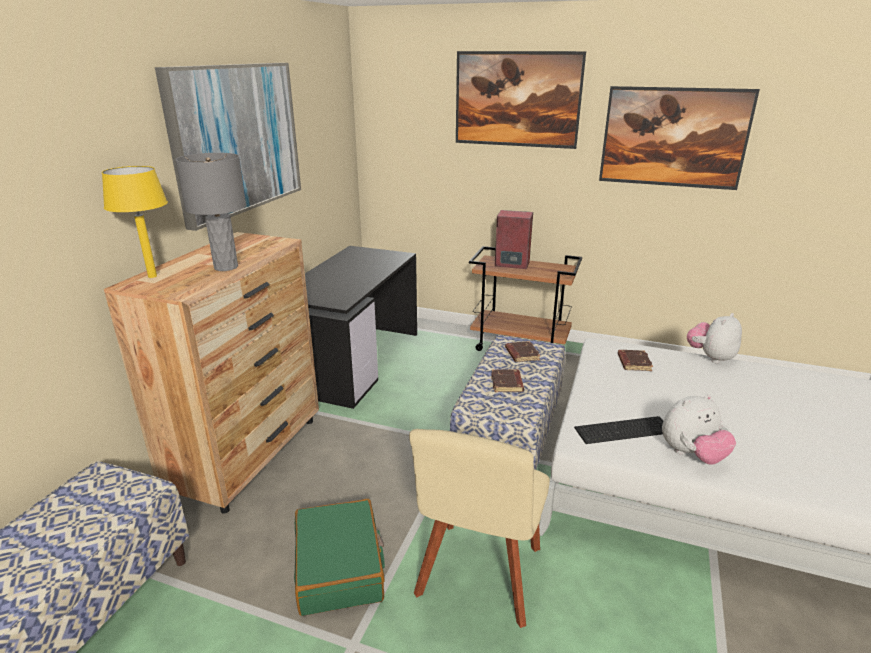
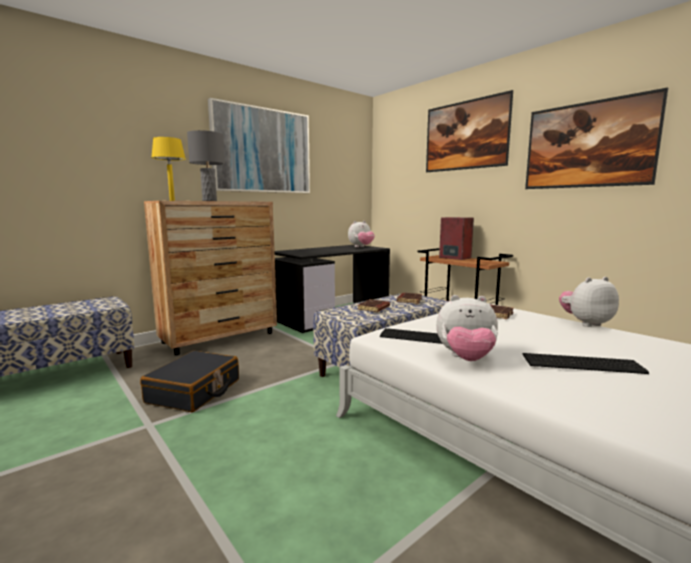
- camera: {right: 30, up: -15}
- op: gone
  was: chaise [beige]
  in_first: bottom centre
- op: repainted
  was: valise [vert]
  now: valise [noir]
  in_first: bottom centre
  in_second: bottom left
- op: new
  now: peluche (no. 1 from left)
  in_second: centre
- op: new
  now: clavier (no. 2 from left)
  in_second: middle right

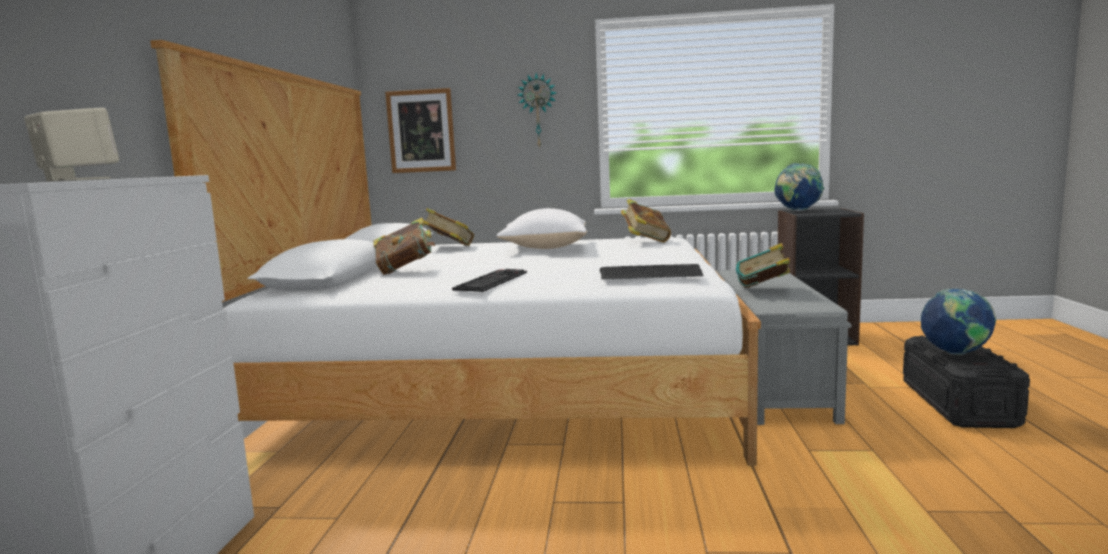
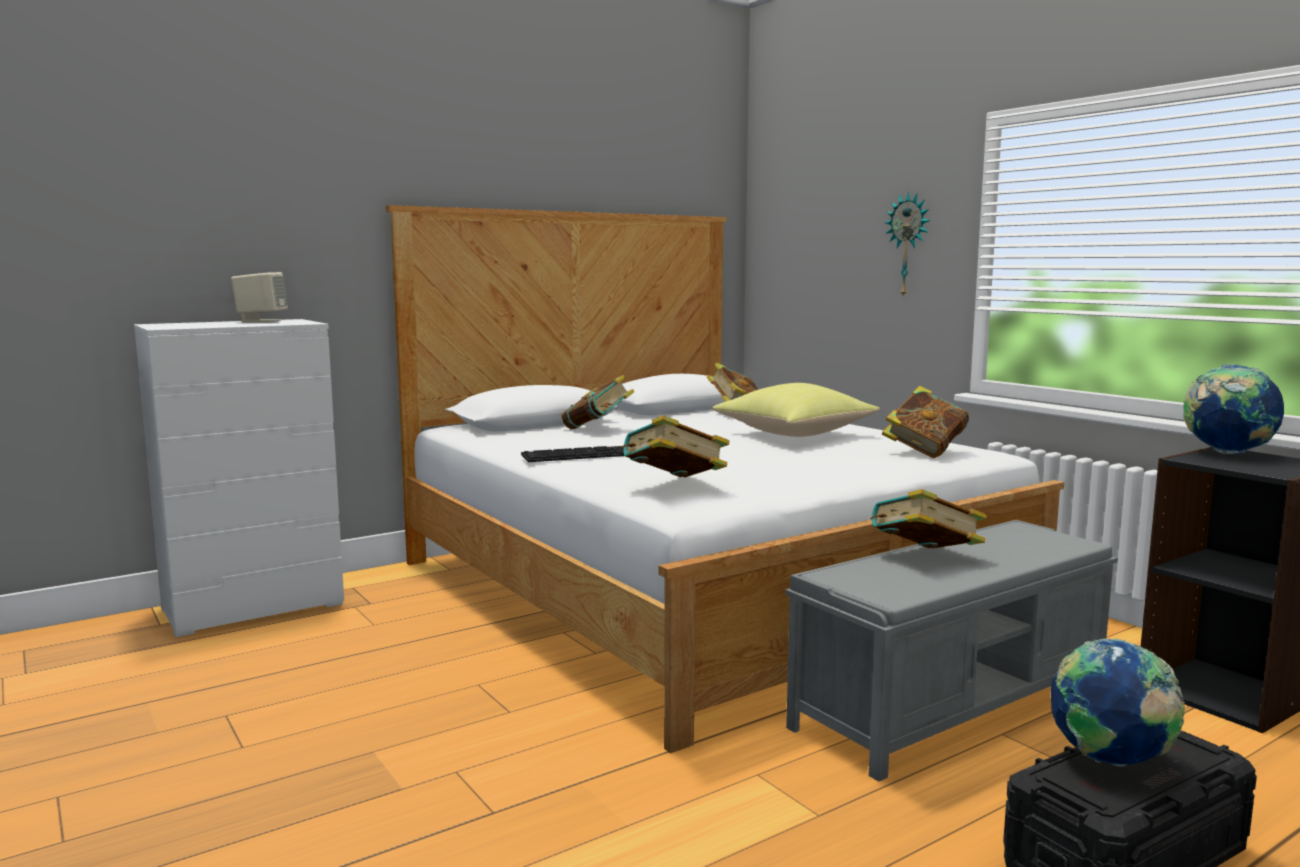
- camera: {right: 50, up: 0}
- op: gone
  was: tableau
  in_first: top centre
- op: repainted
  was: coussin [blanc]
  now: coussin [jaune]
  in_first: centre
  in_second: centre
- op: swapped
  was: clavier (no. 2 from left)
  now: livre (no. 2 from left)
  in_first: centre
  in_second: centre

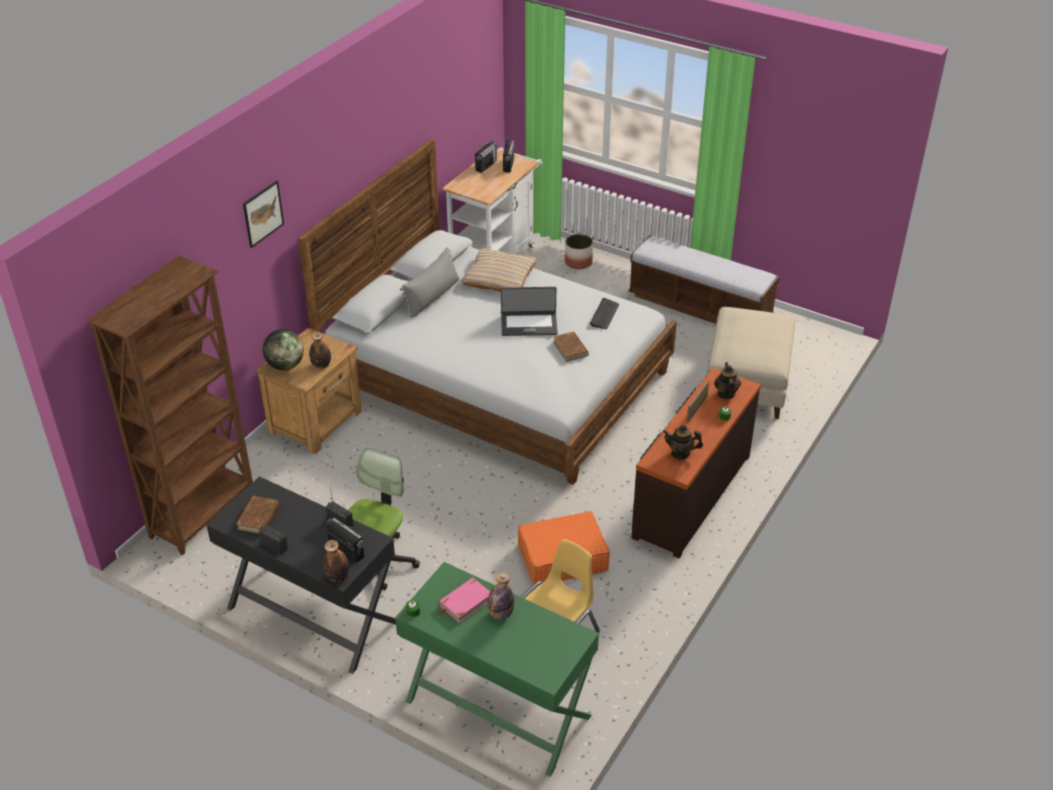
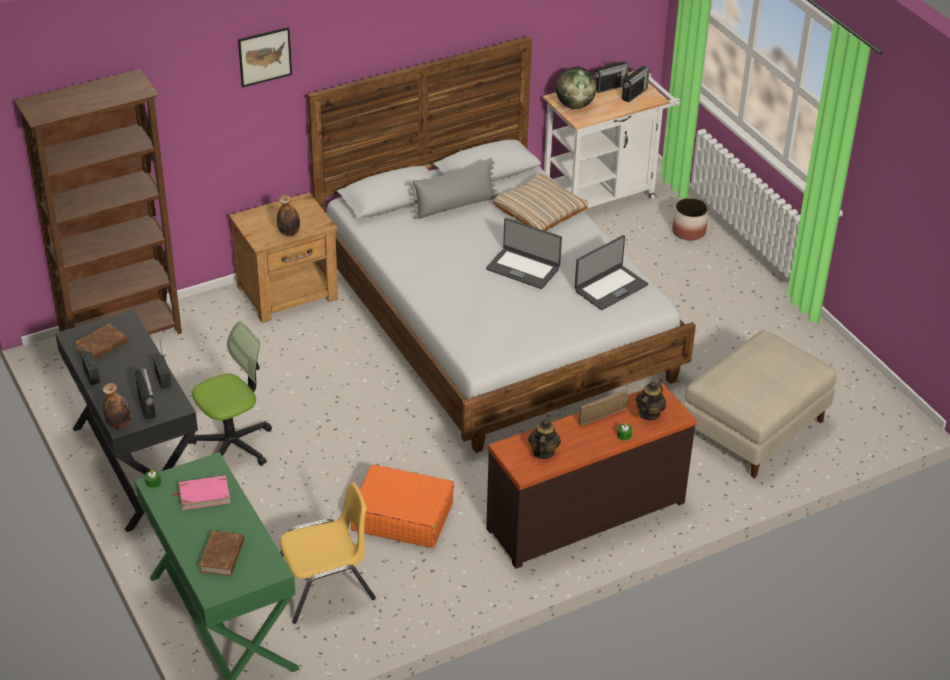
- camera: {right: 30, up: 0}
- op: gone
  was: banc
  in_first: middle right
- op: swapped
  was: clavier
  now: ordinateur portable (no. 2 from left)
  in_first: centre
  in_second: centre
- op: shifted
  was: globe
  in_first: middle left
  in_second: top centre
- op: shifted
  was: livre [marron] (no. 2 from left)
  in_first: centre
  in_second: bottom left
- op: rotated
  was: théière (no. 1 from left)
  in_first: centre
  in_second: centre
  clockwise: 60
- op: gone
  was: bouteille (no. 3 from left)
  in_first: bottom centre

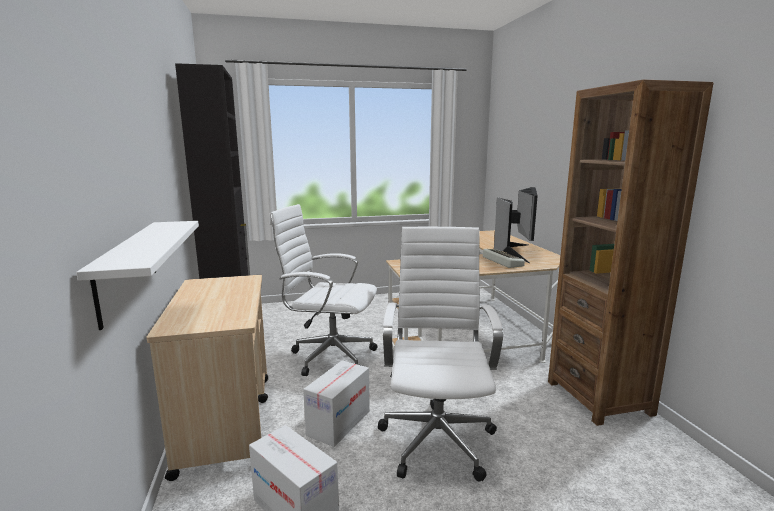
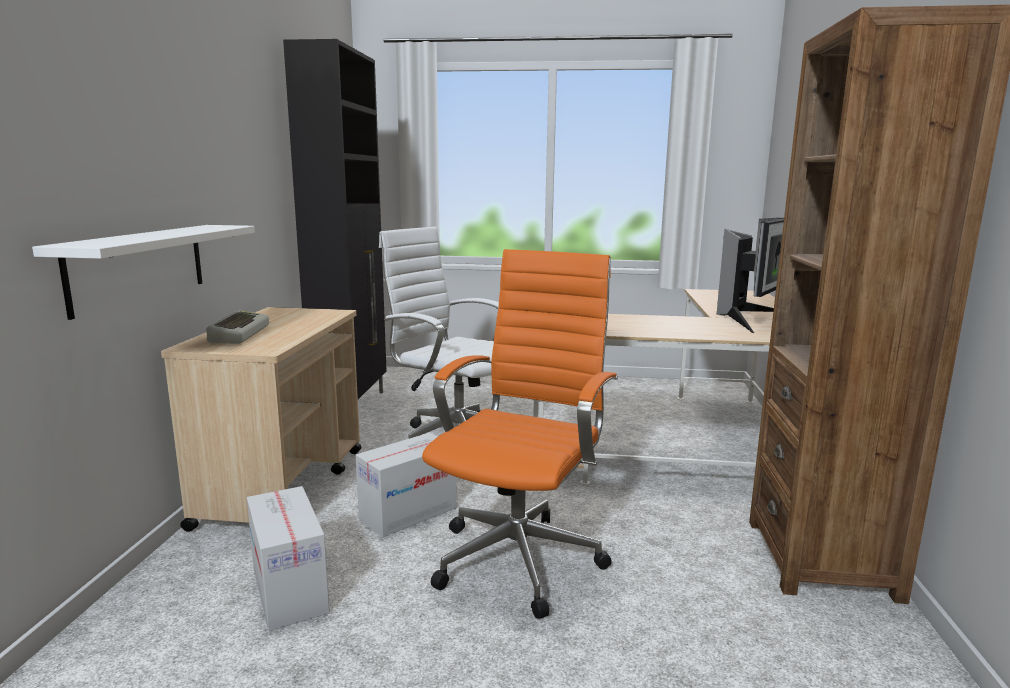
- camera: {right: 20, up: 0}
- op: repainted
  was: chaise de bureau [blanc] (no. 2 from left)
  now: chaise de bureau [orange]
  in_first: bottom centre
  in_second: centre
- op: shifted
  was: clavier
  in_first: centre
  in_second: middle left

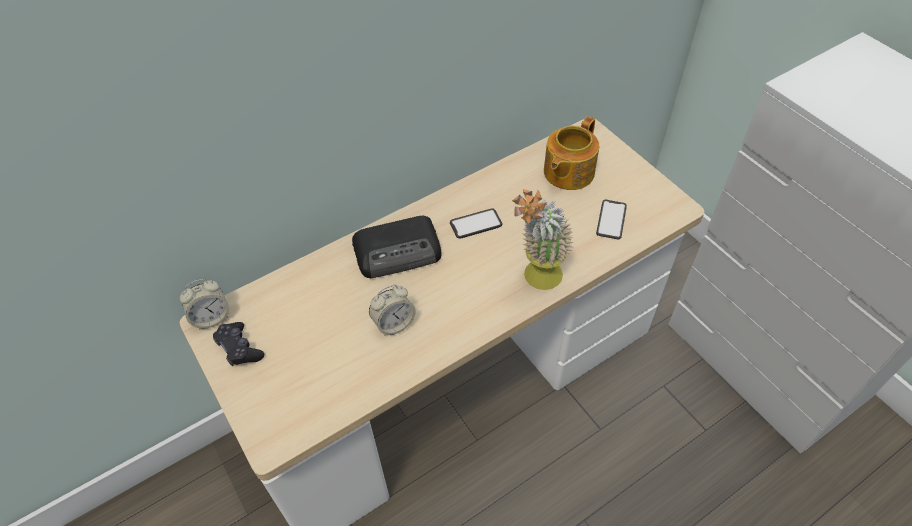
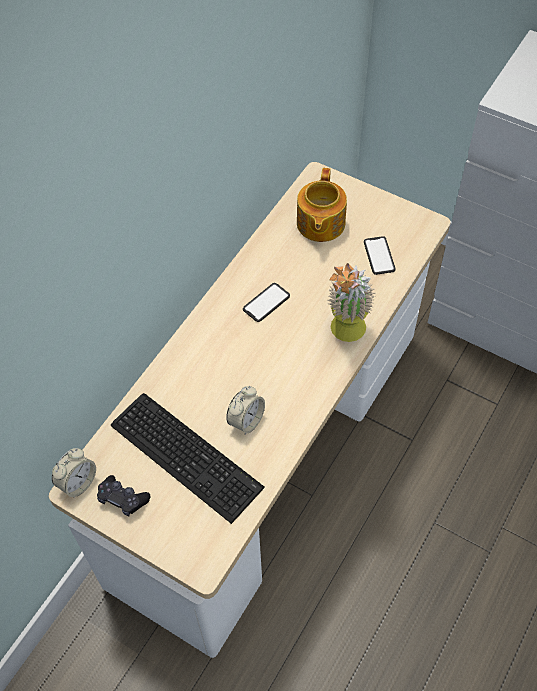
- camera: {right: -25, up: 5}
- op: gone
  was: radio
  in_first: centre
- op: new
  now: clavier
  in_second: centre

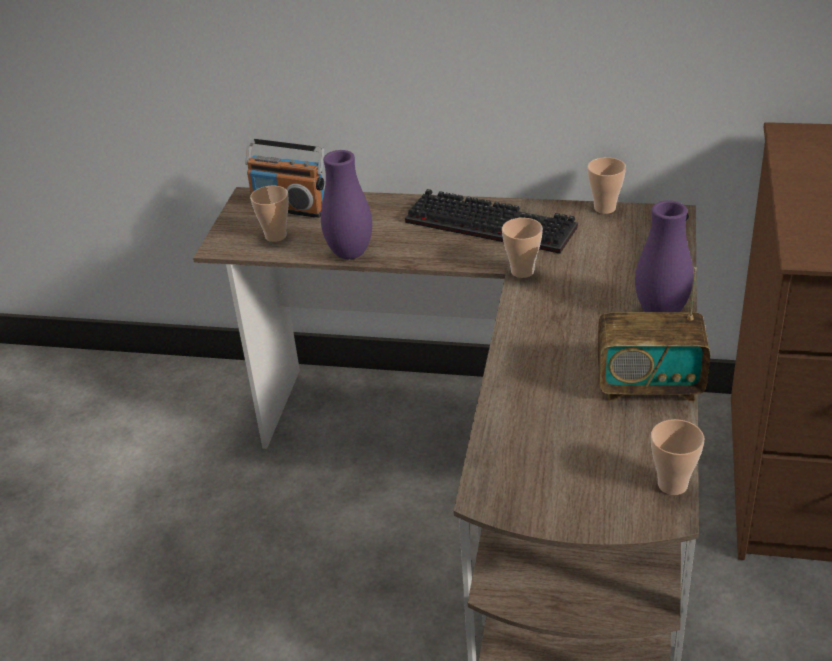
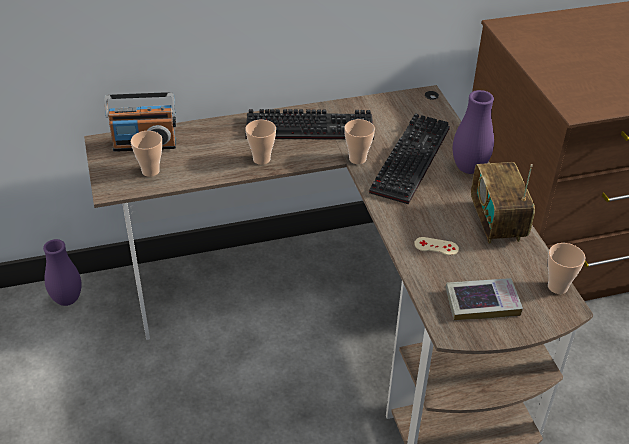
- camera: {right: -30, up: 5}
- op: shifted
  was: vase [violet] (no. 1 from left)
  in_first: top centre
  in_second: middle left
- op: shifted
  was: tasse (no. 3 from left in the first image)
  now: tasse (no. 2 from left)
  in_first: top right
  in_second: top centre
- op: rotated
  was: radio (no. 2 from left)
  in_first: middle right
  in_second: middle right
  clockwise: 105
- op: new
  now: clavier (no. 2 from left)
  in_second: centre
- op: new
  now: manette [beige]
  in_second: middle right
- op: new
  now: livre
  in_second: bottom right

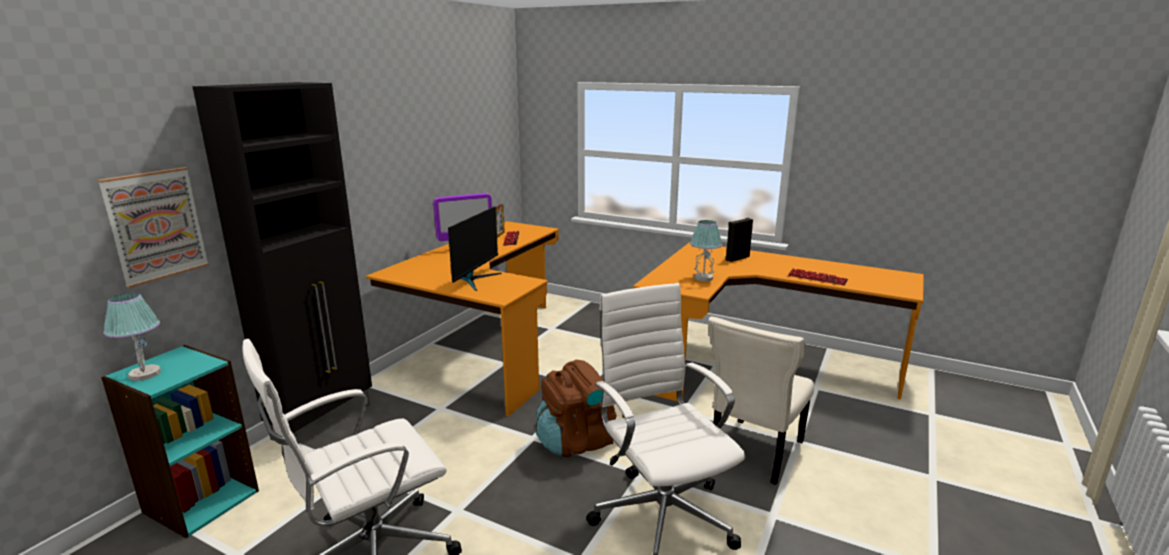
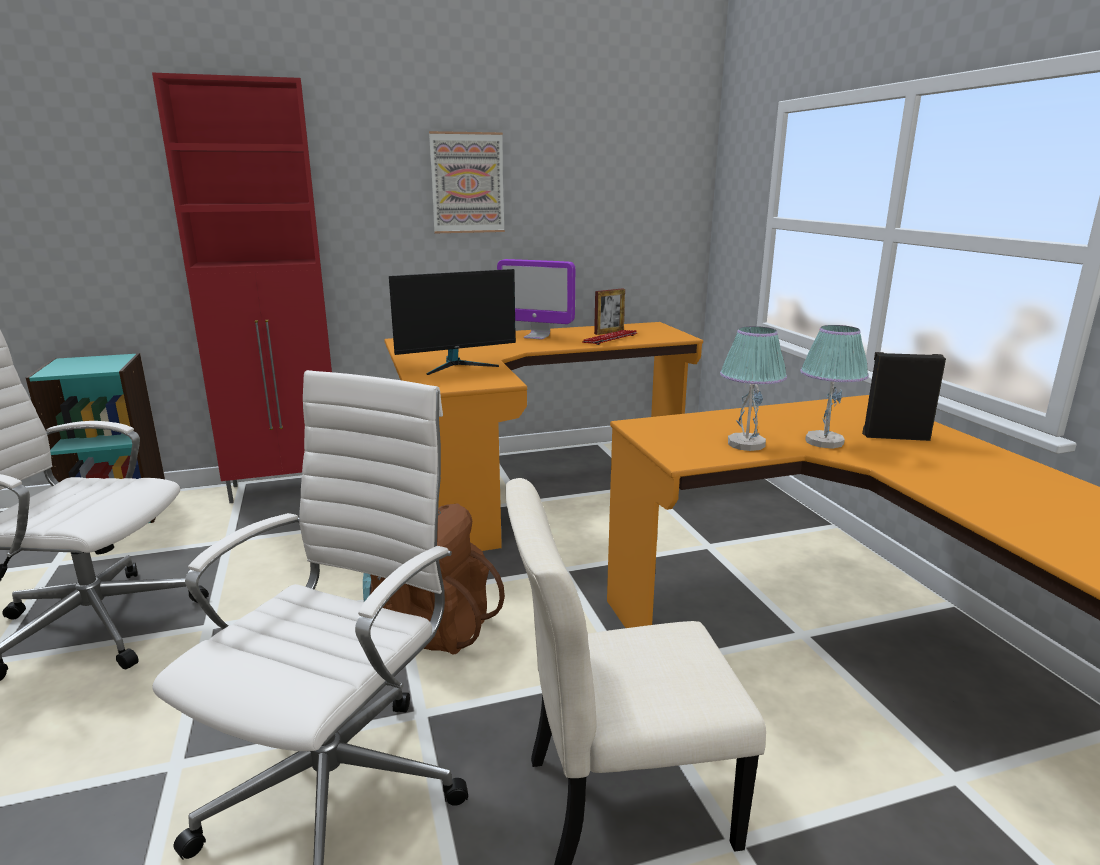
- camera: {right: 45, up: 0}
- op: repainted
  was: meuble de rangement [noir]
  now: meuble de rangement [rouge]
  in_first: middle left
  in_second: top left
- op: shifted
  was: tableau
  in_first: middle left
  in_second: top centre
- op: gone
  was: clavier (no. 2 from left)
  in_first: middle right
- op: shifted
  was: lampe de table (no. 1 from left in the first image)
  now: lampe de table (no. 2 from left)
  in_first: middle left
  in_second: middle right

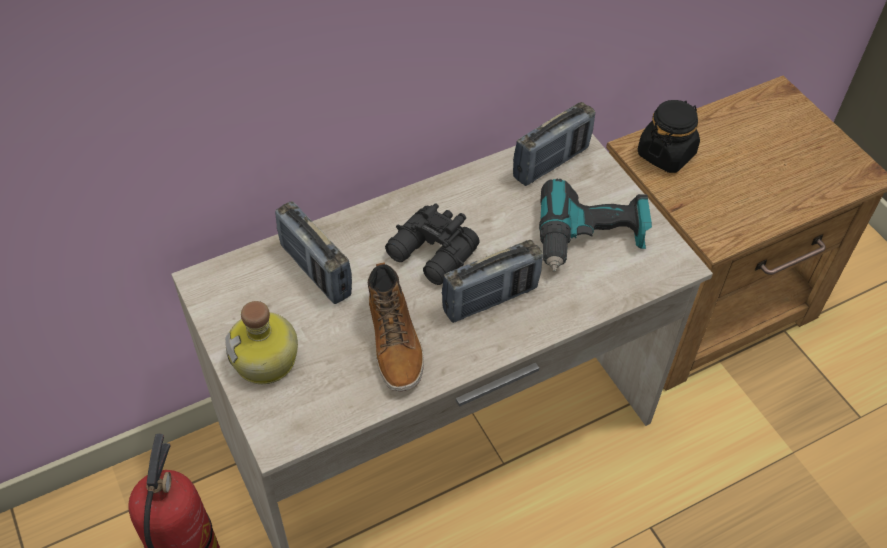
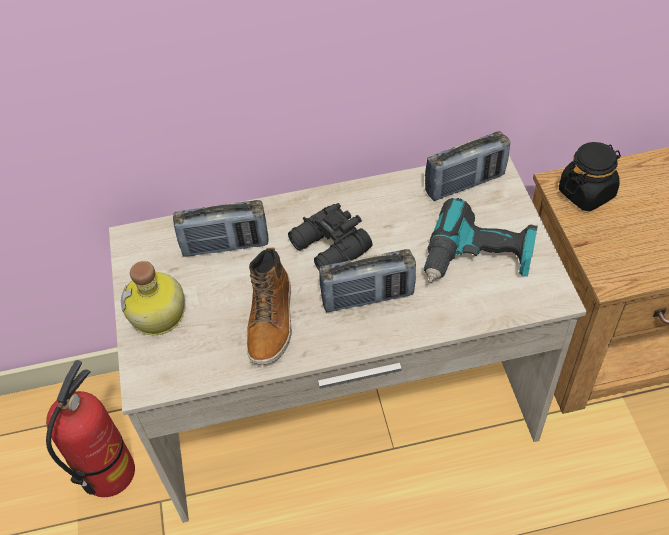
- camera: {right: 20, up: 0}
- op: rotated
  was: radio (no. 1 from left)
  in_first: centre
  in_second: middle left
  clockwise: -75

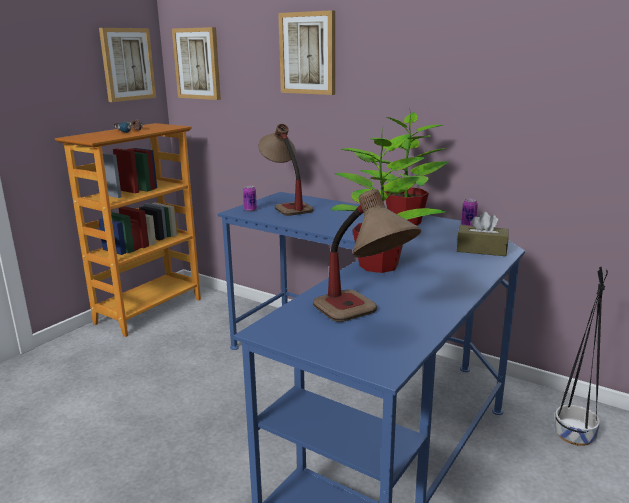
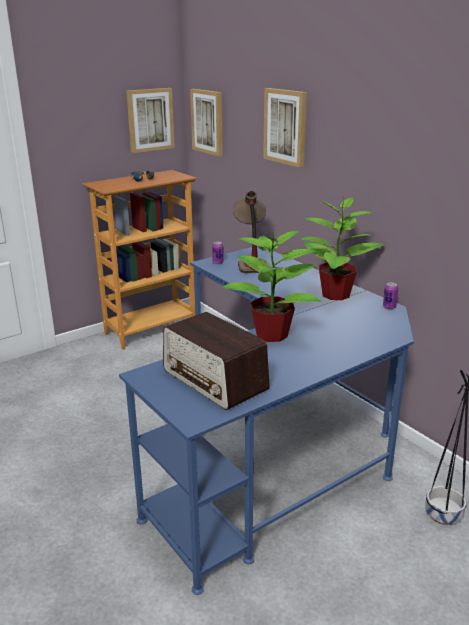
- camera: {right: 20, up: 5}
- op: swapped
  was: lampe de table (no. 2 from left)
  now: radio
  in_first: centre
  in_second: centre
- op: gone
  was: boîte à mouchoirs [marron]
  in_first: middle right

